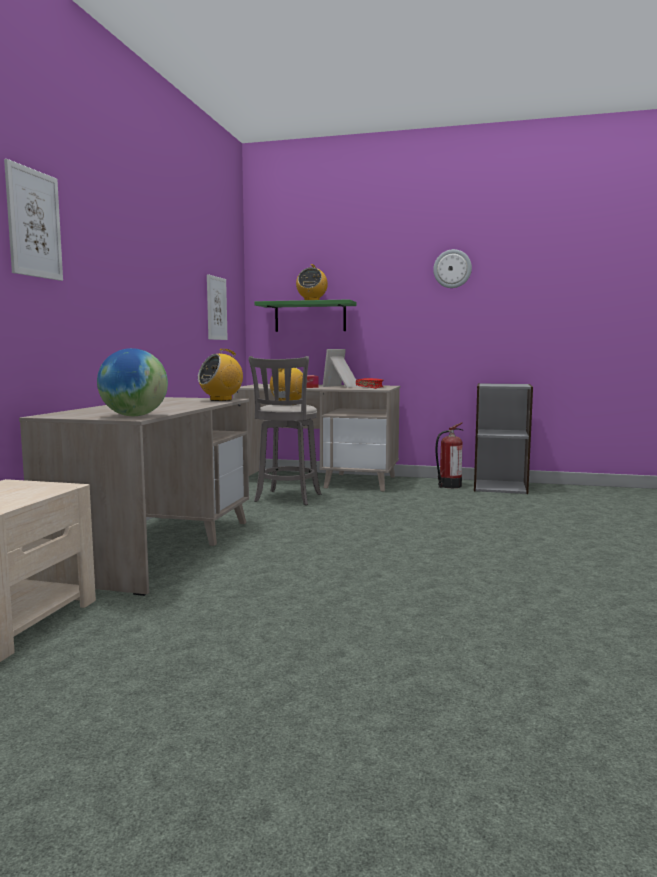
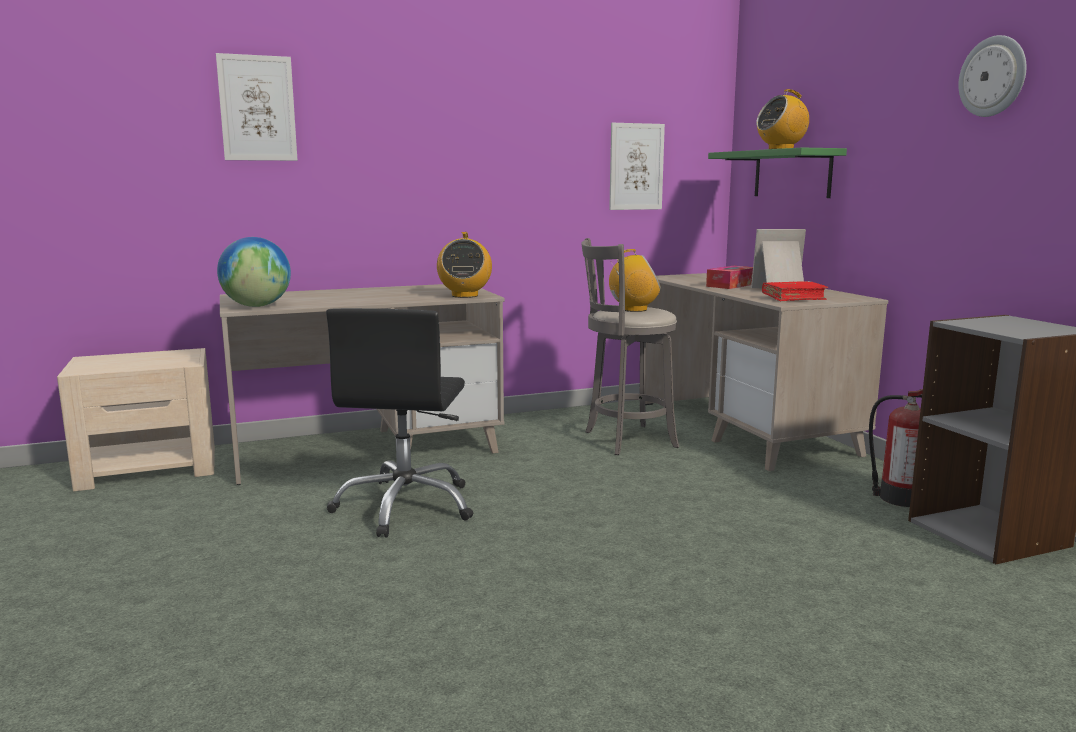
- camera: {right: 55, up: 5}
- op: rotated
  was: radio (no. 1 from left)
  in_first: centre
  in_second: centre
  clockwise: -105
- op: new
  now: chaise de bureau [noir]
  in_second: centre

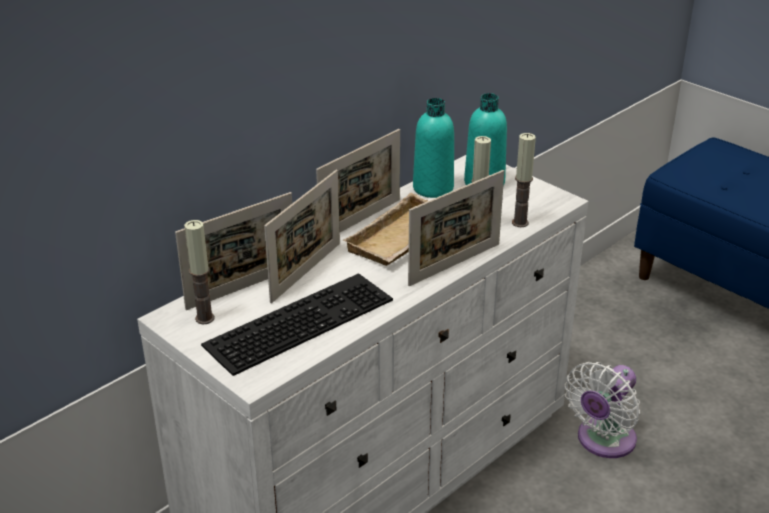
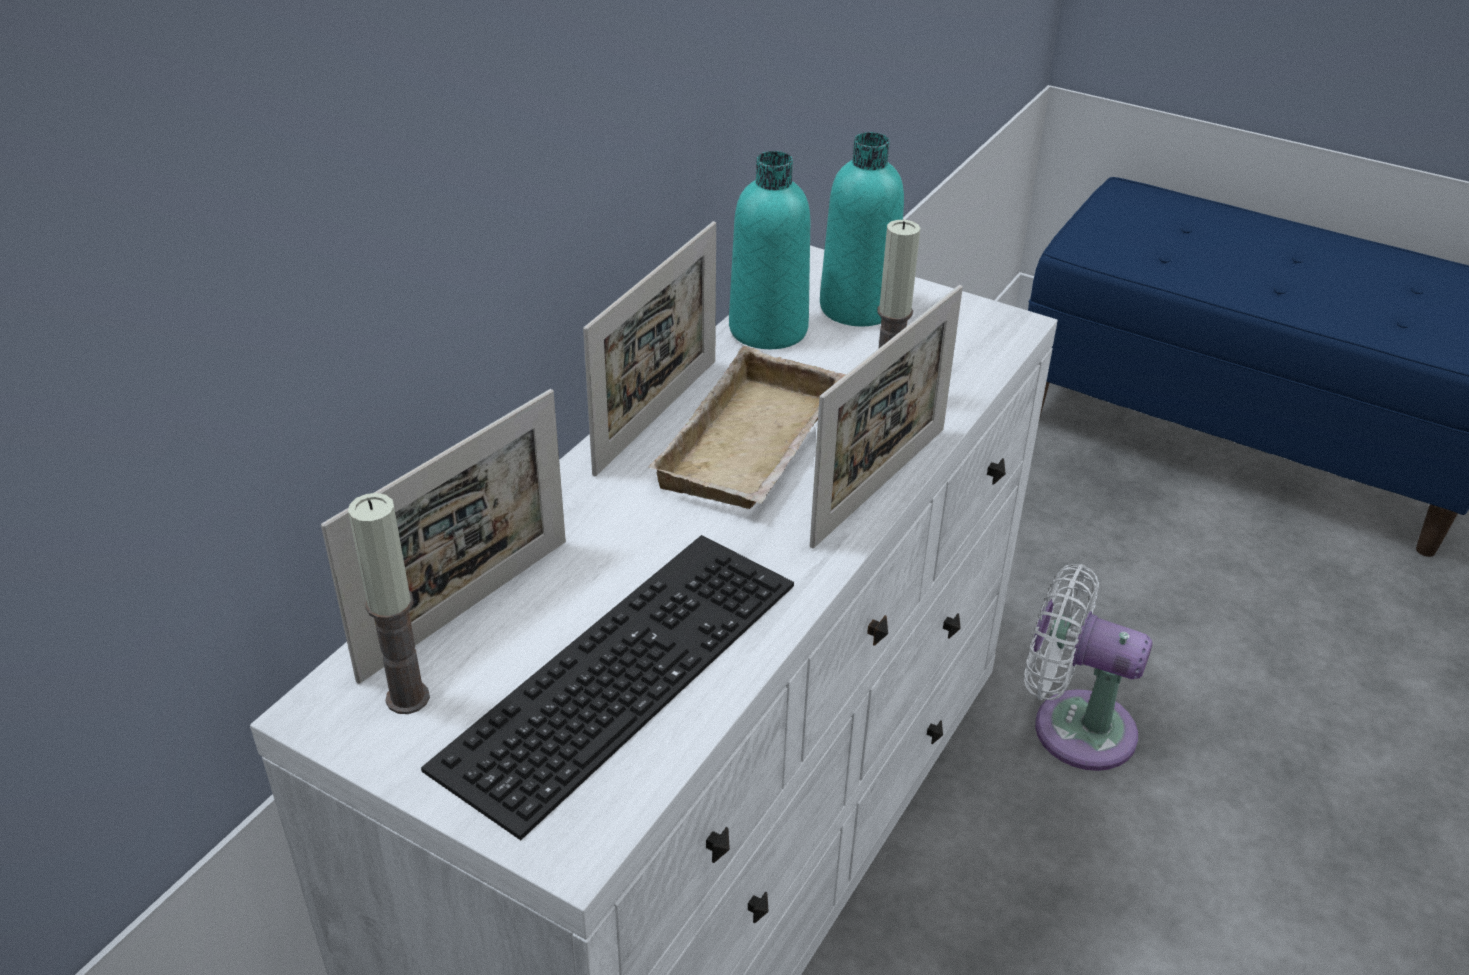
- camera: {right: -15, up: 5}
- op: gone
  was: bougie (no. 3 from left)
  in_first: middle right
- op: gone
  was: cadre photo (no. 2 from left)
  in_first: centre
- op: rotated
  was: ventilateur [blanc]
  in_first: bottom right
  in_second: bottom right
  clockwise: 90

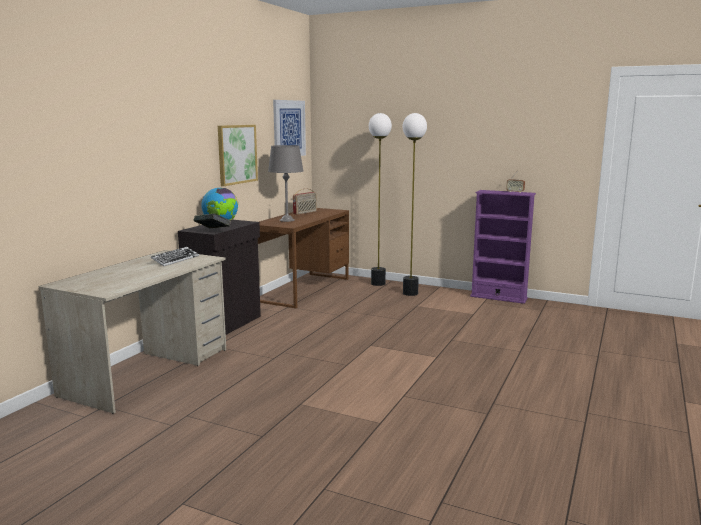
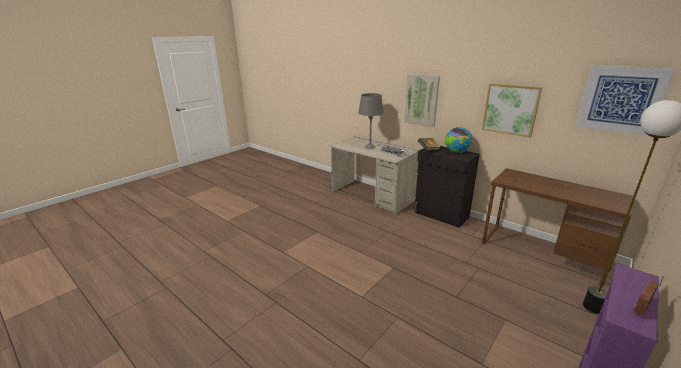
- camera: {right: 105, up: 10}
- op: gone
  was: lampadaire (no. 2 from left)
  in_first: centre
- op: shifted
  was: lampe de table [gris]
  in_first: centre
  in_second: top centre
- op: gone
  was: radio (no. 1 from left)
  in_first: centre
- op: new
  now: tableau (no. 1 from left)
  in_second: top centre

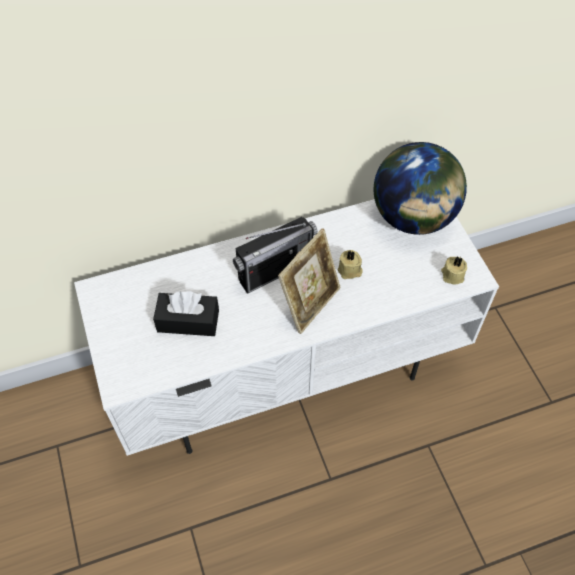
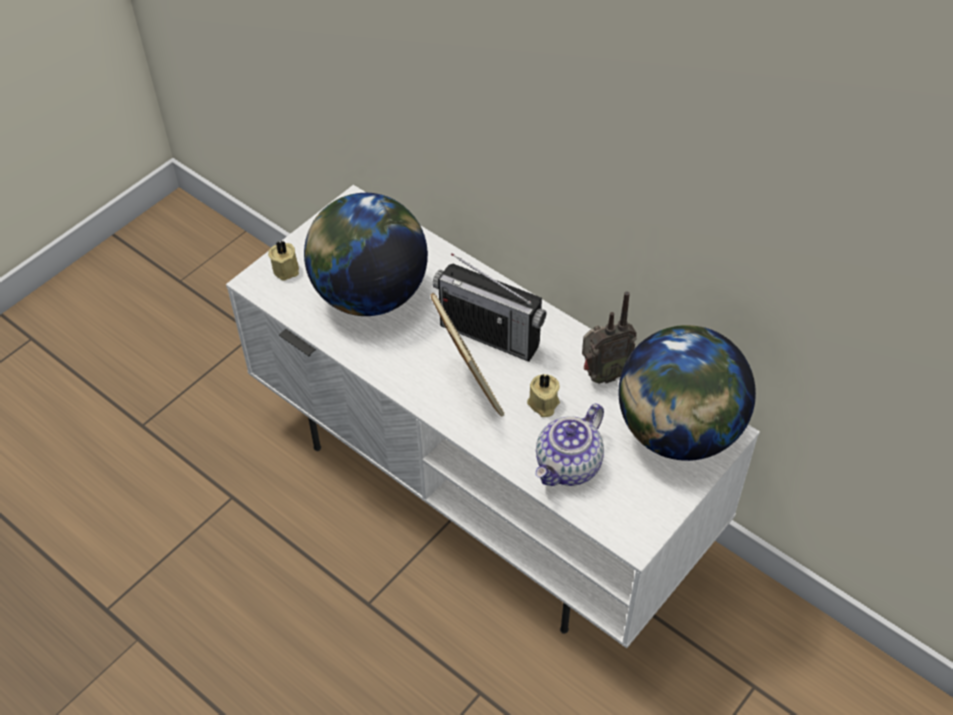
- camera: {right: 60, up: -5}
- op: rotated
  was: cadre photo
  in_first: centre
  in_second: centre
  clockwise: -120
- op: shifted
  was: bougie [beige] (no. 2 from left in the first image)
  now: bougie [beige] (no. 1 from left)
  in_first: middle right
  in_second: middle left
- op: swapped
  was: boîte à mouchoirs [noir]
  now: globe (no. 1 from left)
  in_first: middle left
  in_second: centre
- op: new
  now: radio (no. 2 from left)
  in_second: centre
- op: new
  now: théière
  in_second: centre

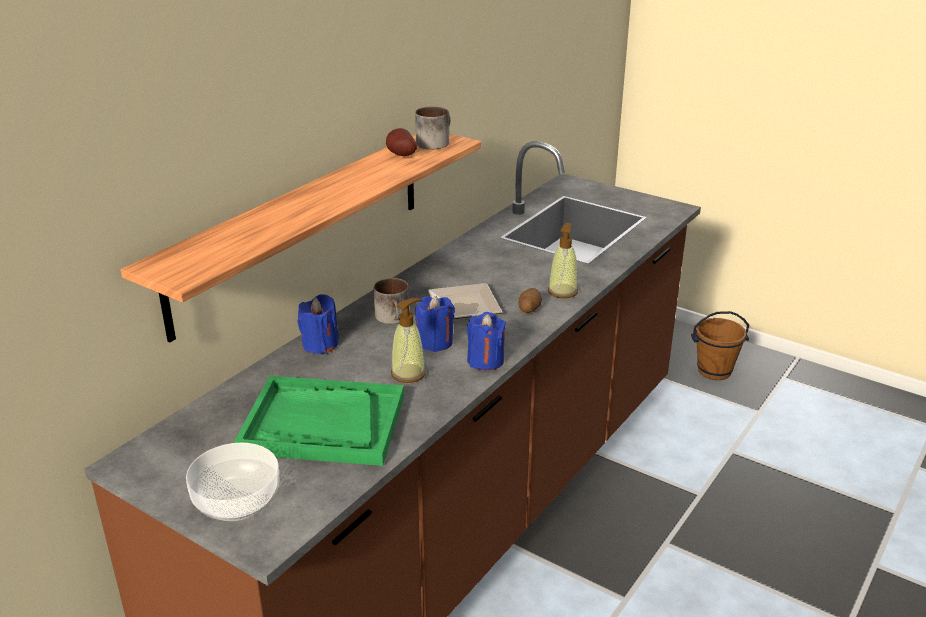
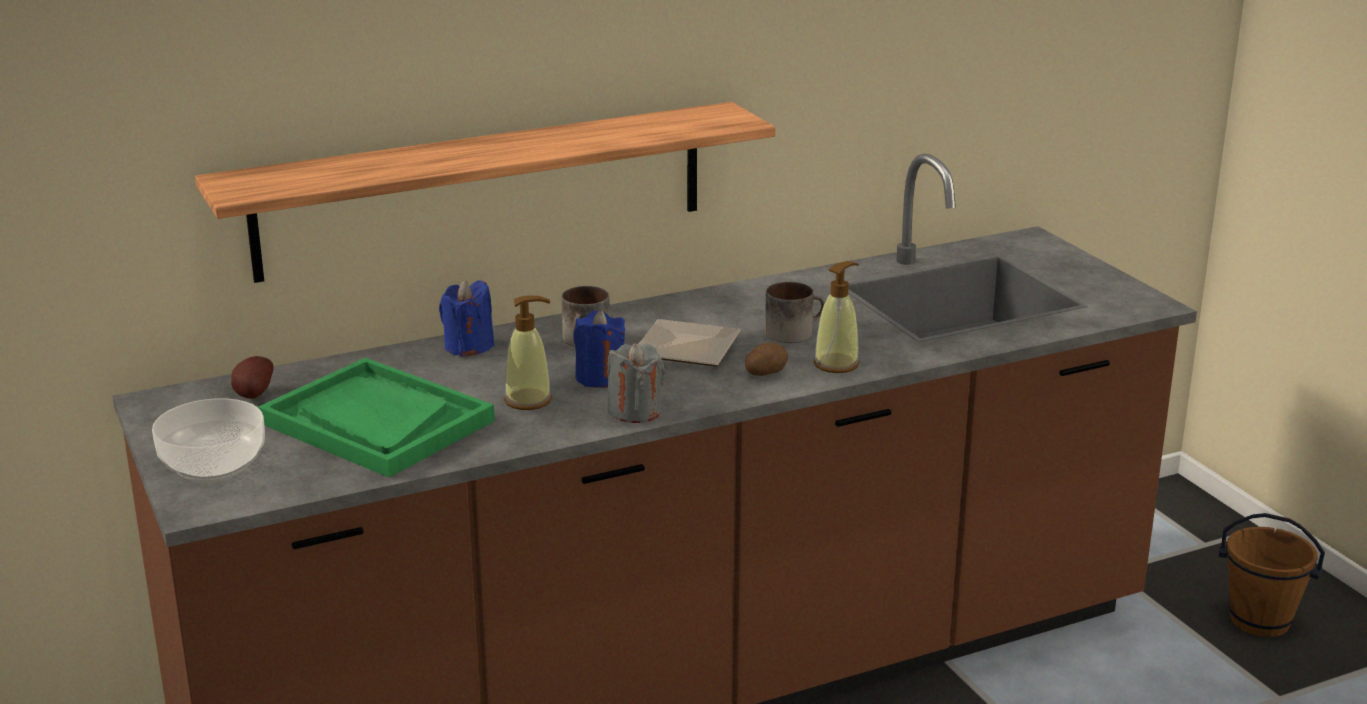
- camera: {right: 30, up: -5}
- op: shifted
  was: mug (no. 2 from left)
  in_first: top centre
  in_second: centre
- op: shifted
  was: pomme de terre (no. 1 from left)
  in_first: top centre
  in_second: middle left
- op: repainted
  was: bougie [bleu] (no. 3 from left)
  now: bougie [gris]
  in_first: centre
  in_second: centre

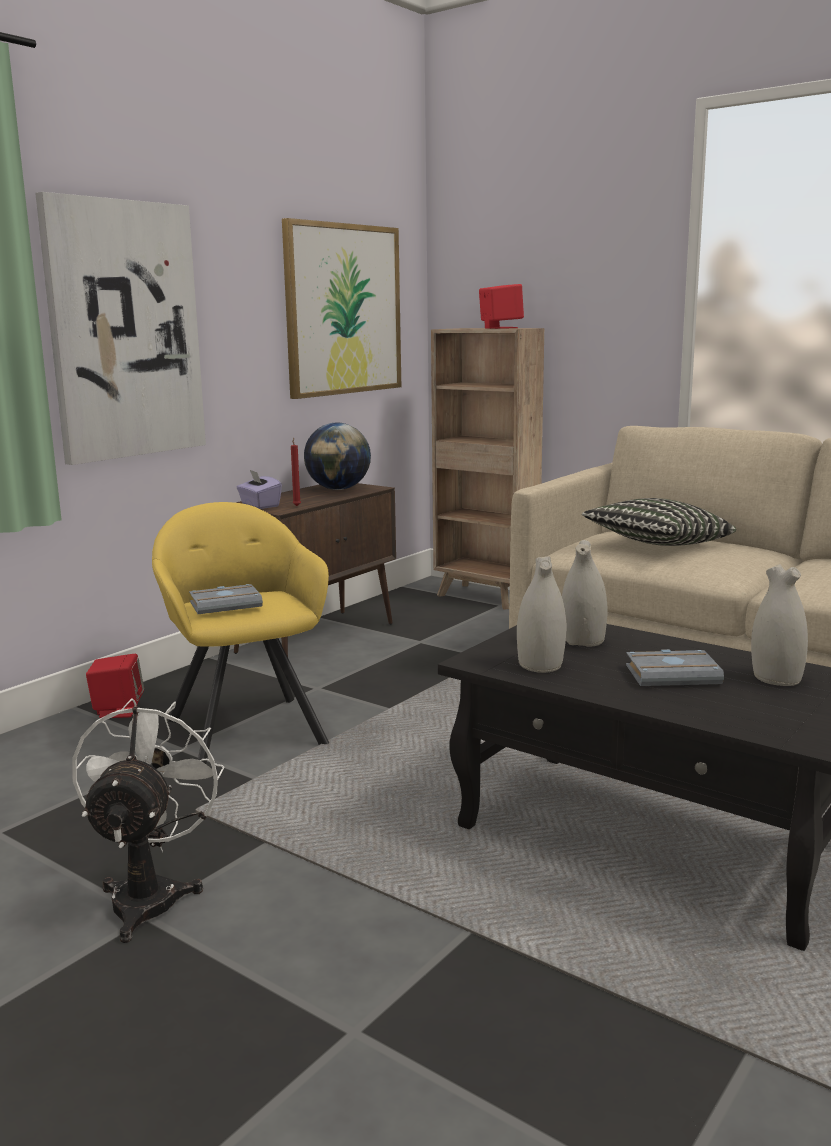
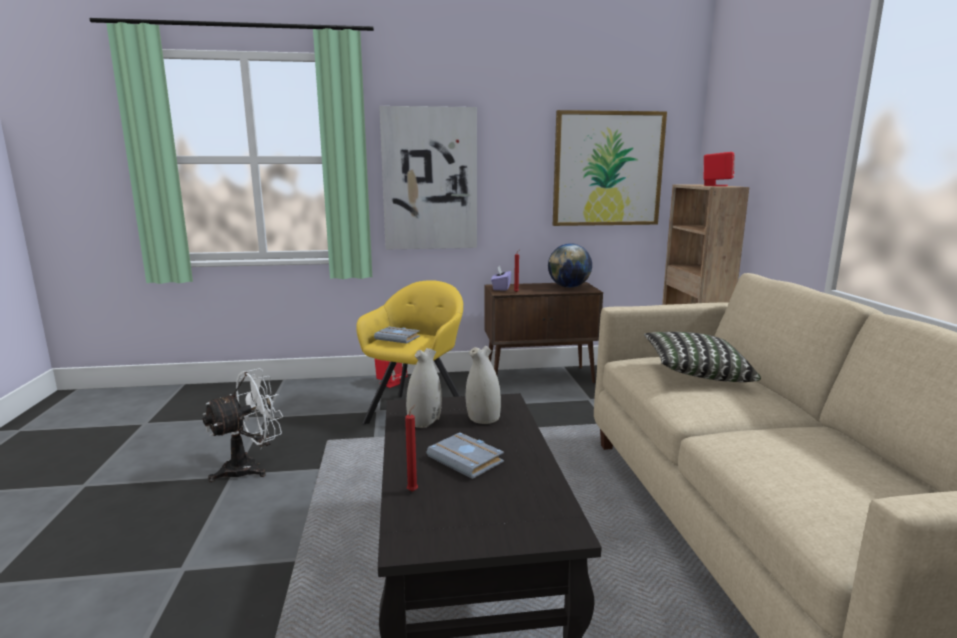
- camera: {right: 45, up: 0}
- op: gone
  was: vase [blanc] (no. 3 from left)
  in_first: middle right
- op: new
  now: bougie [rouge] (no. 1 from left)
  in_second: bottom centre

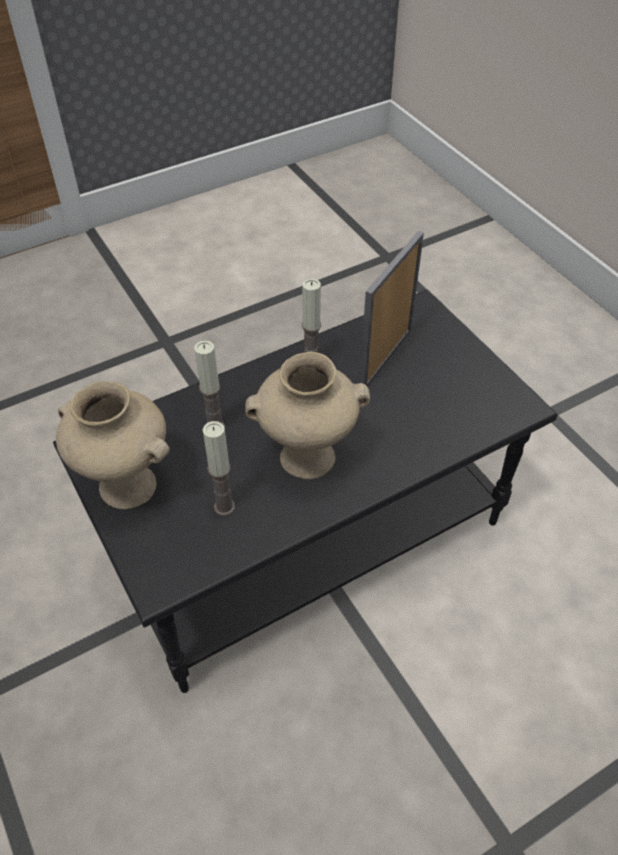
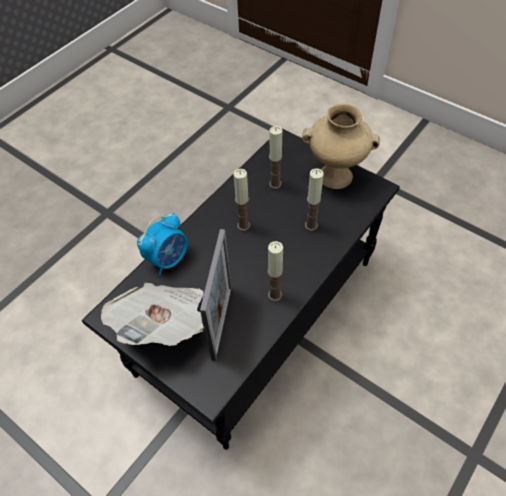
- camera: {right: 160, up: 5}
- op: swapped
  was: vase [beige] (no. 2 from left)
  now: bougie (no. 1 from left)
  in_first: centre
  in_second: centre
- op: new
  now: réveil
  in_second: middle left
- op: new
  now: journal
  in_second: middle left

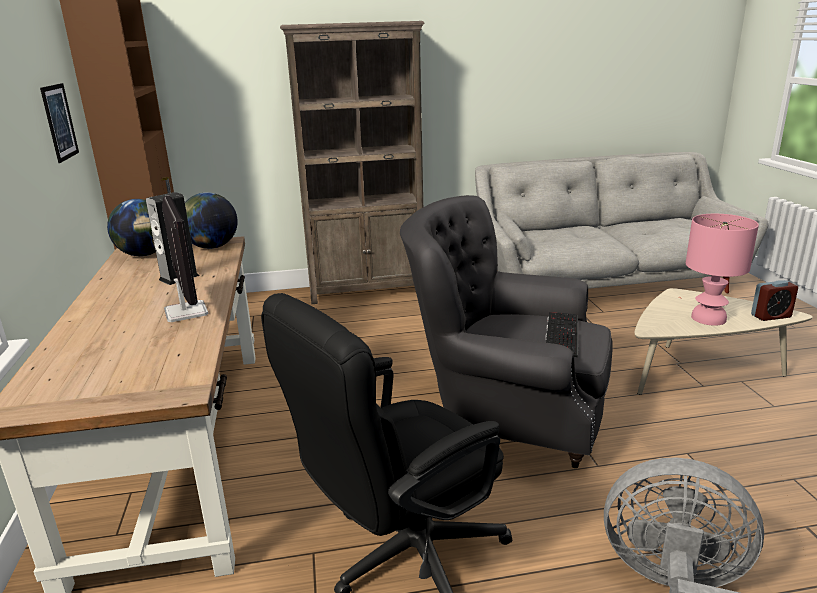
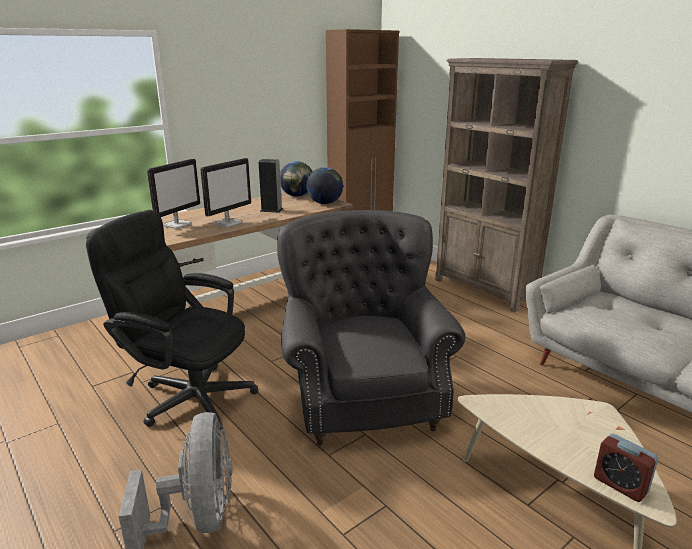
- camera: {right: 60, up: 0}
- op: gone
  was: tableau
  in_first: top left
- op: gone
  was: lampe de table [rose]
  in_first: middle right
- op: gone
  was: clavier
  in_first: middle right
- op: new
  now: écran d'ordinateur (no. 1 from left)
  in_second: middle left

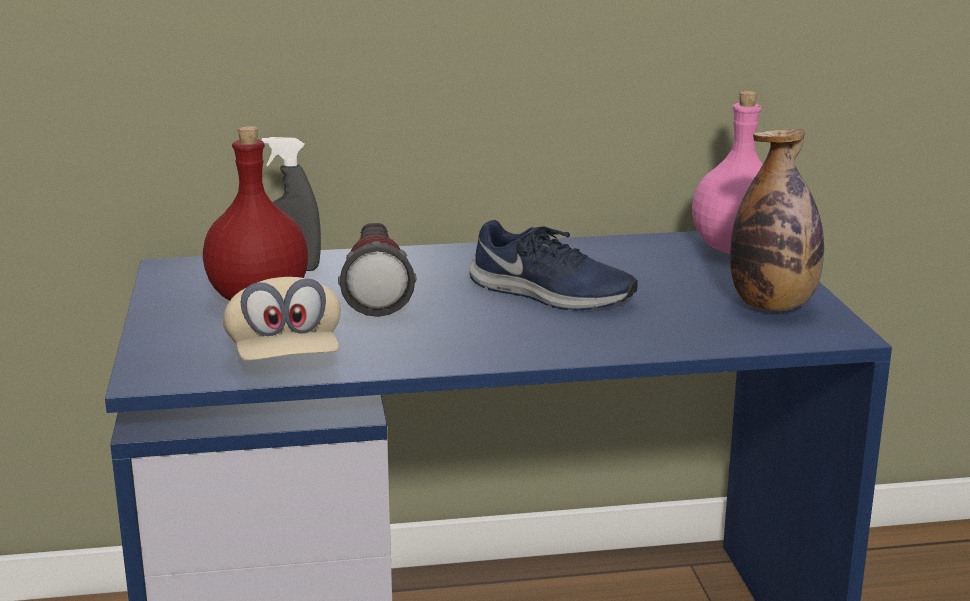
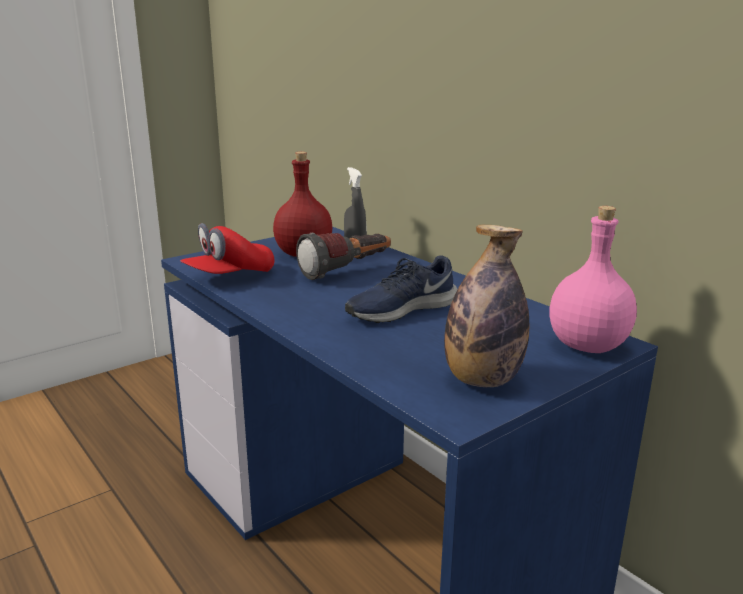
- camera: {right: 60, up: 0}
- op: rotated
  was: chaussure [bleu]
  in_first: centre
  in_second: centre
  clockwise: 60
- op: repainted
  was: casquette [beige]
  now: casquette [rouge]
  in_first: middle left
  in_second: middle left

